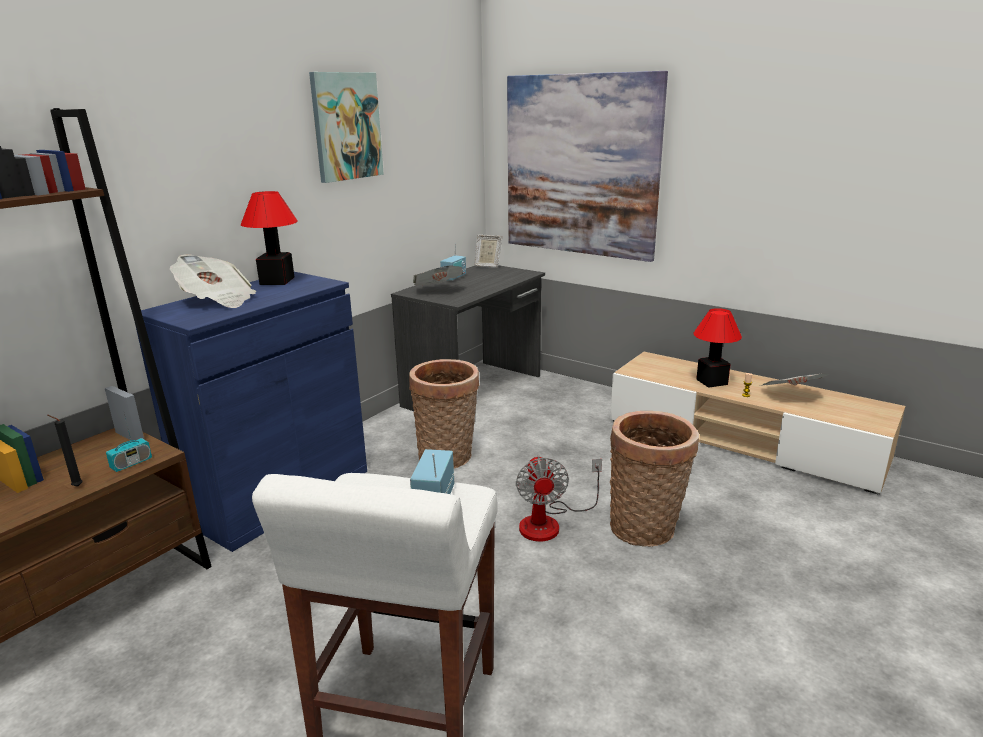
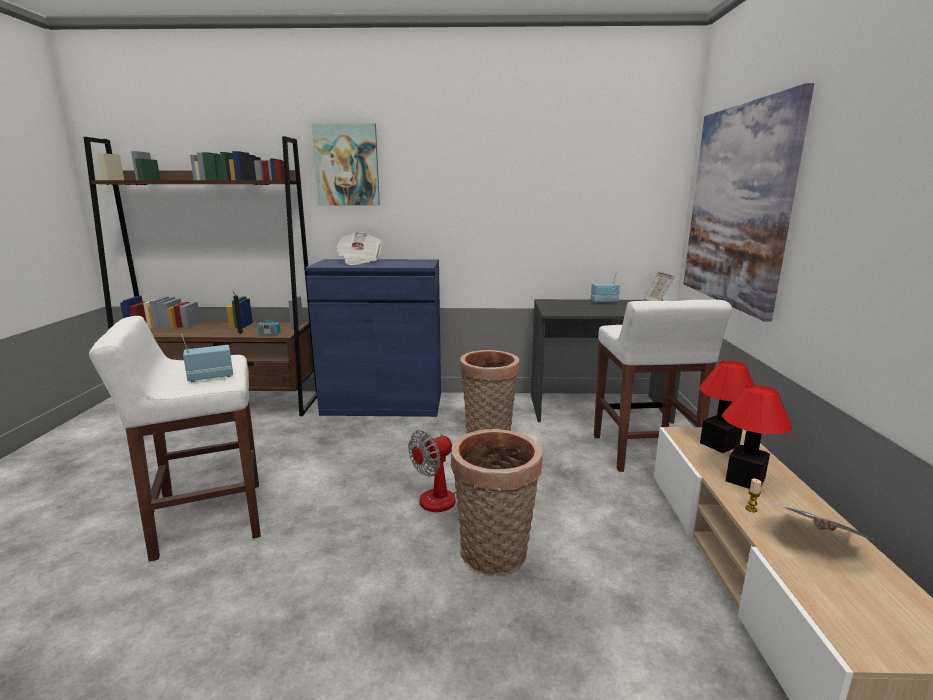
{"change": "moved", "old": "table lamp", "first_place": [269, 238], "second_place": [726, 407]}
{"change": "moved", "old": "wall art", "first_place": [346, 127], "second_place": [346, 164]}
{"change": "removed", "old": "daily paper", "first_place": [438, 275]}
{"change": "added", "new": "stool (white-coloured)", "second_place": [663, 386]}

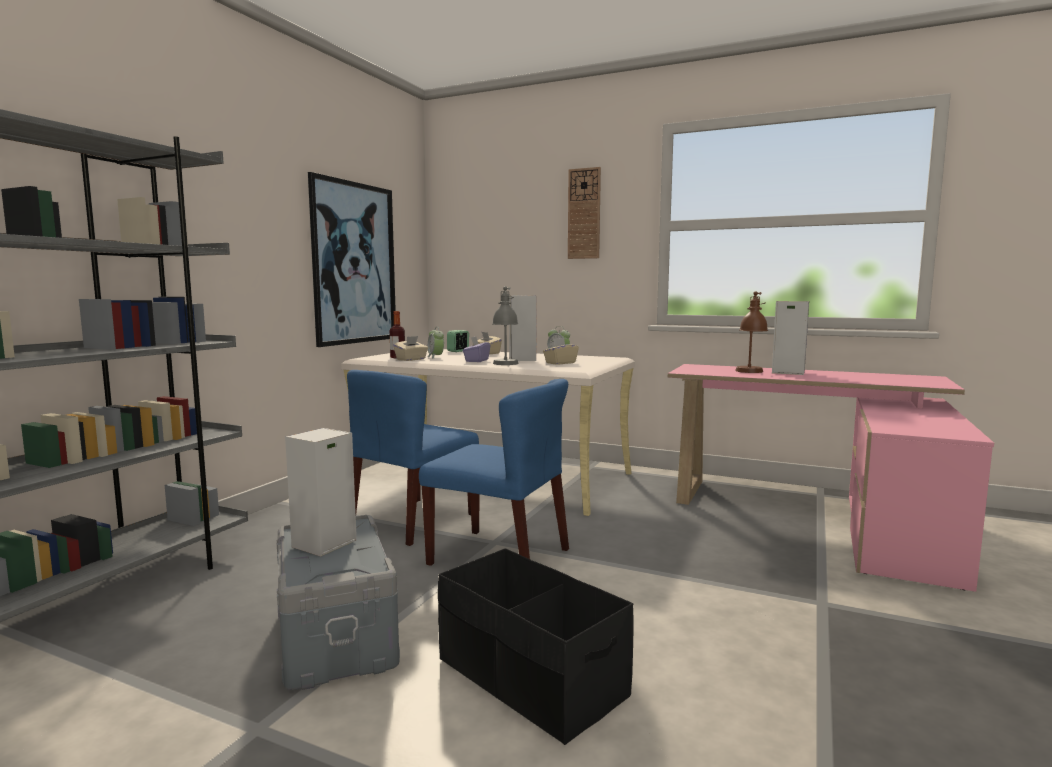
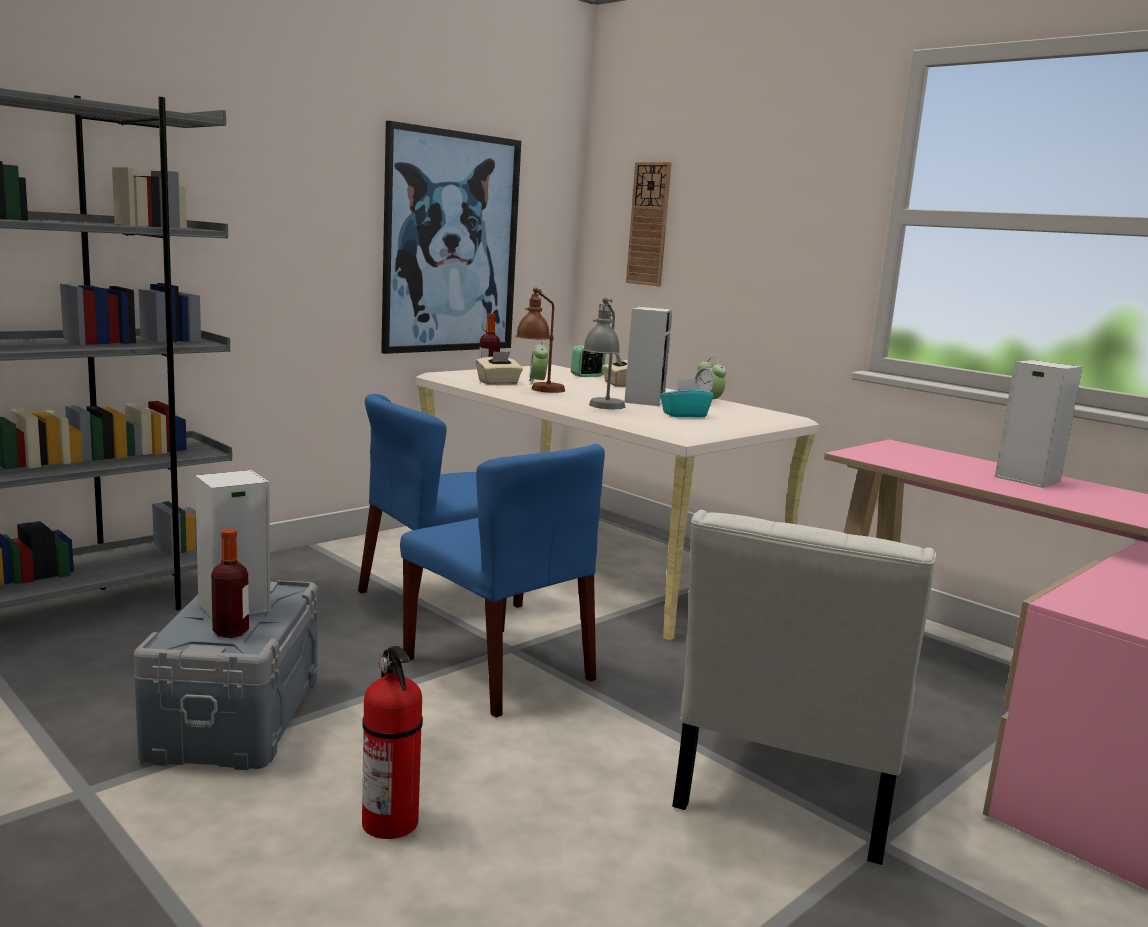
{"change": "replaced", "old": "storage bin (black-coloured)", "new": "extinguisher", "first_place": [536, 646], "second_place": [392, 742]}
{"change": "removed", "old": "tissue box (purple-coloured)", "first_place": [476, 349]}
{"change": "recoloured", "old": "tissue box (beige)", "new": "tissue box (blue-green)", "first_place": [561, 351], "second_place": [686, 397]}
{"change": "moved", "old": "wall clock", "first_place": [584, 213], "second_place": [648, 224]}
{"change": "moved", "old": "table lamp (brown-coloured)", "first_place": [751, 332], "second_place": [540, 340]}
{"change": "added", "new": "drink bottle", "second_place": [230, 583]}
{"change": "added", "new": "chair (white-coloured)", "second_place": [804, 687]}

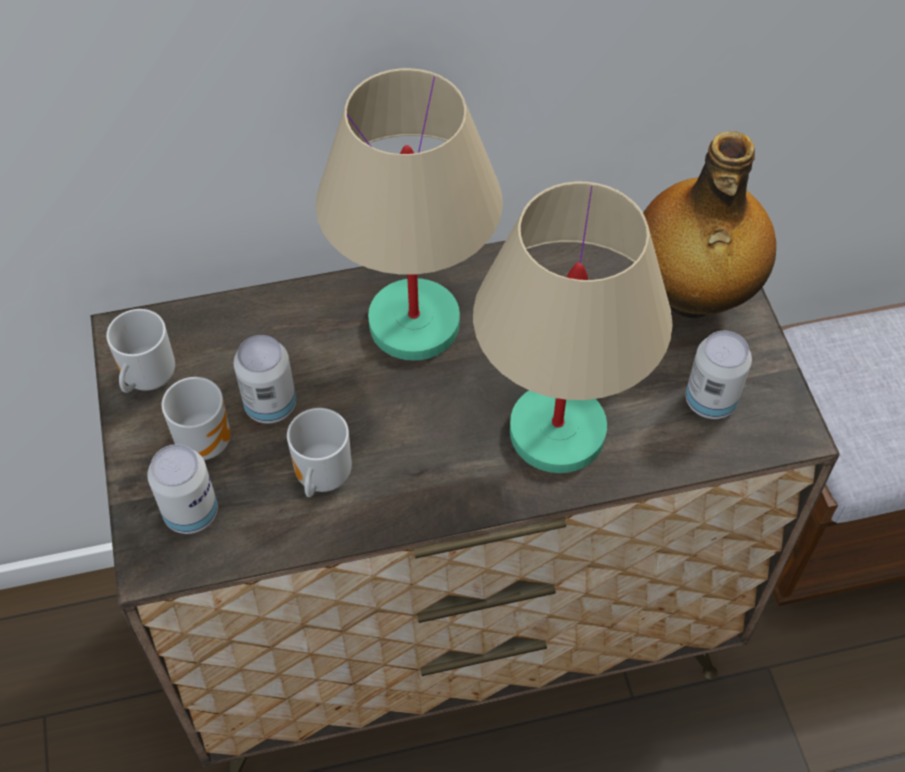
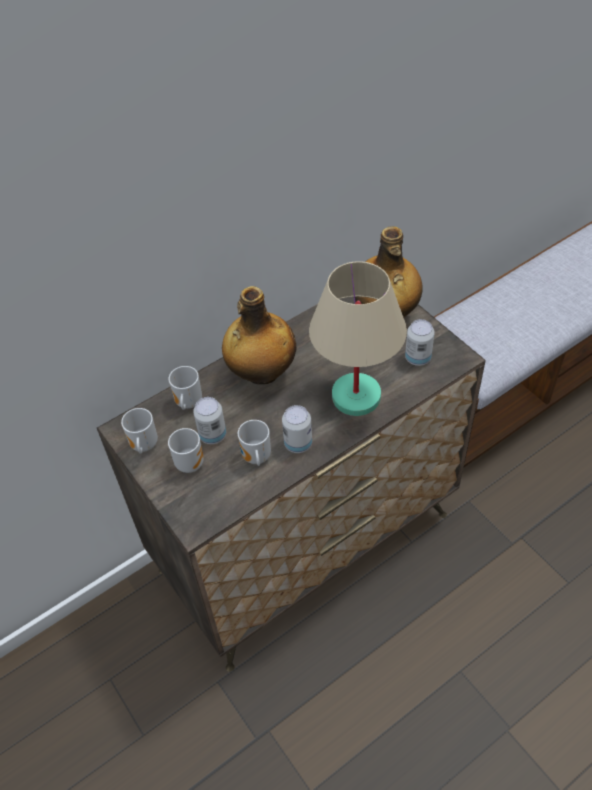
{"change": "moved", "old": "sealed can", "first_place": [182, 489], "second_place": [297, 429]}
{"change": "replaced", "old": "table lamp (beige)", "new": "drink bottle", "first_place": [409, 214], "second_place": [259, 335]}
{"change": "added", "new": "tea mug", "second_place": [185, 388]}

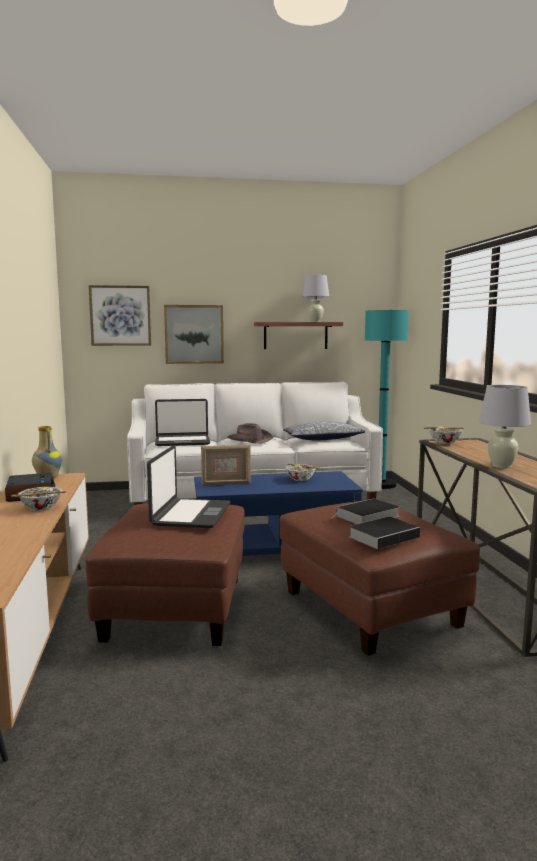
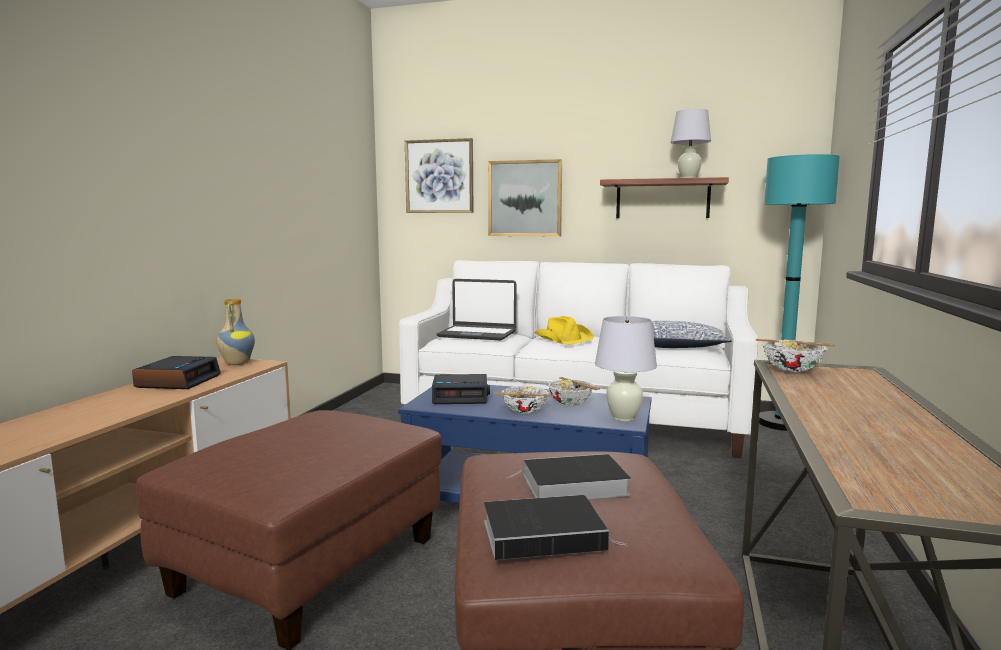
{"change": "moved", "old": "deep dish", "first_place": [38, 499], "second_place": [523, 400]}
{"change": "removed", "old": "laptop", "first_place": [188, 486]}
{"change": "replaced", "old": "picture frame", "new": "bedside clock", "first_place": [226, 465], "second_place": [461, 389]}
{"change": "recoloured", "old": "wearable hat (brown-coloured)", "new": "wearable hat (yellowish)", "first_place": [250, 433], "second_place": [564, 330]}
{"change": "moved", "old": "table lamp (white-coloured)", "first_place": [505, 426], "second_place": [626, 369]}

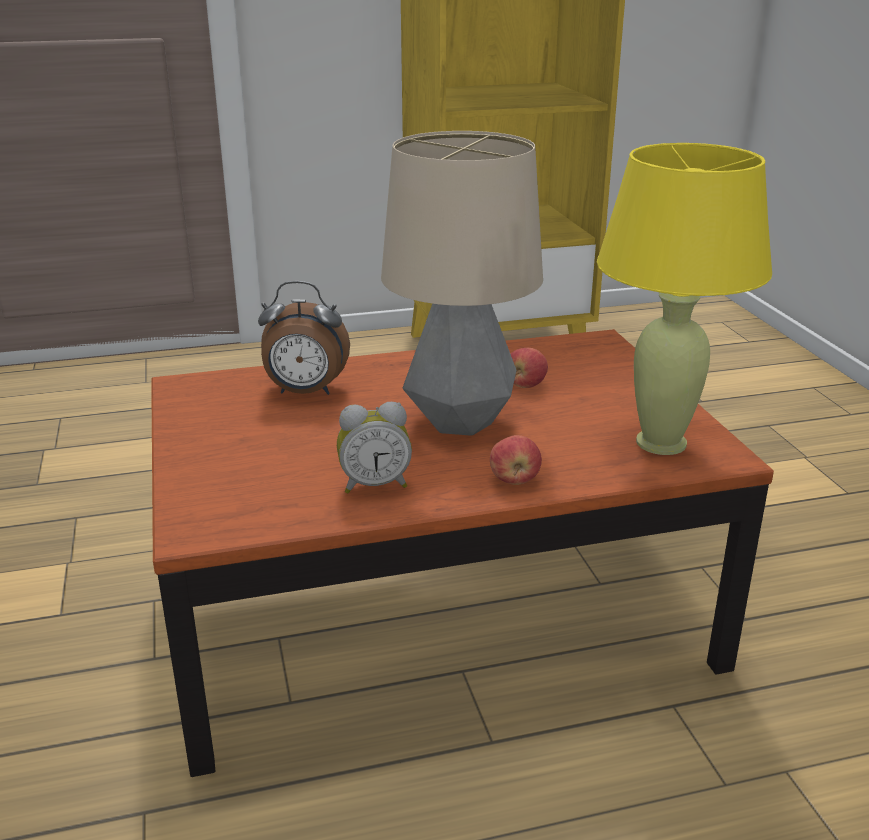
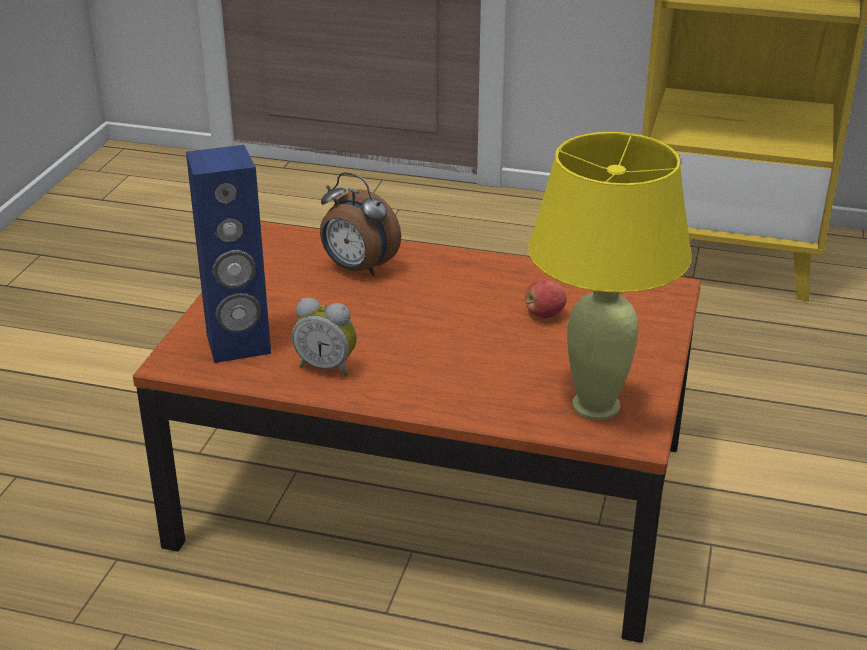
{"change": "removed", "old": "table lamp", "first_place": [462, 283]}
{"change": "removed", "old": "whole apple", "first_place": [516, 460]}
{"change": "added", "new": "loudspeaker (blue-coloured)", "second_place": [228, 254]}

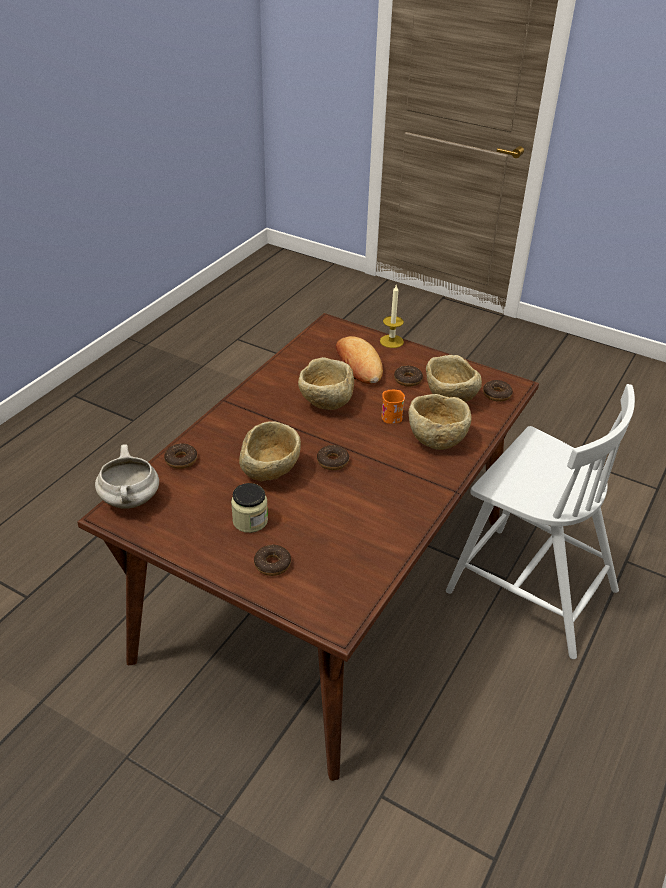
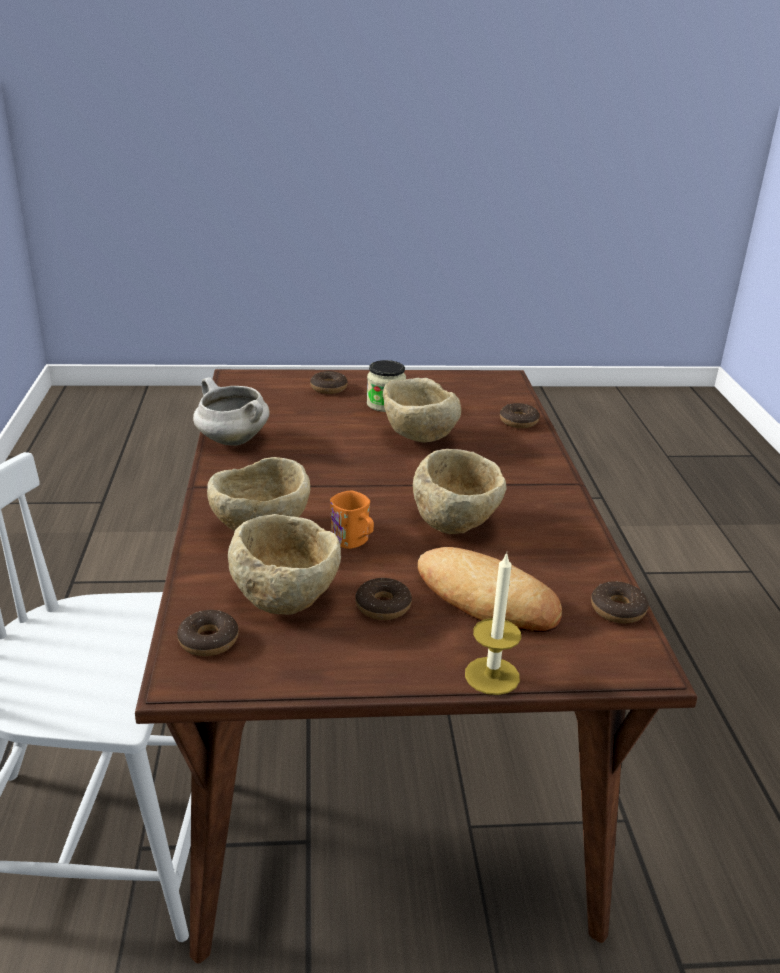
{"change": "moved", "old": "stockpot (white-coloured)", "first_place": [127, 476], "second_place": [231, 411]}
{"change": "moved", "old": "ring doughnut", "first_place": [333, 457], "second_place": [620, 602]}

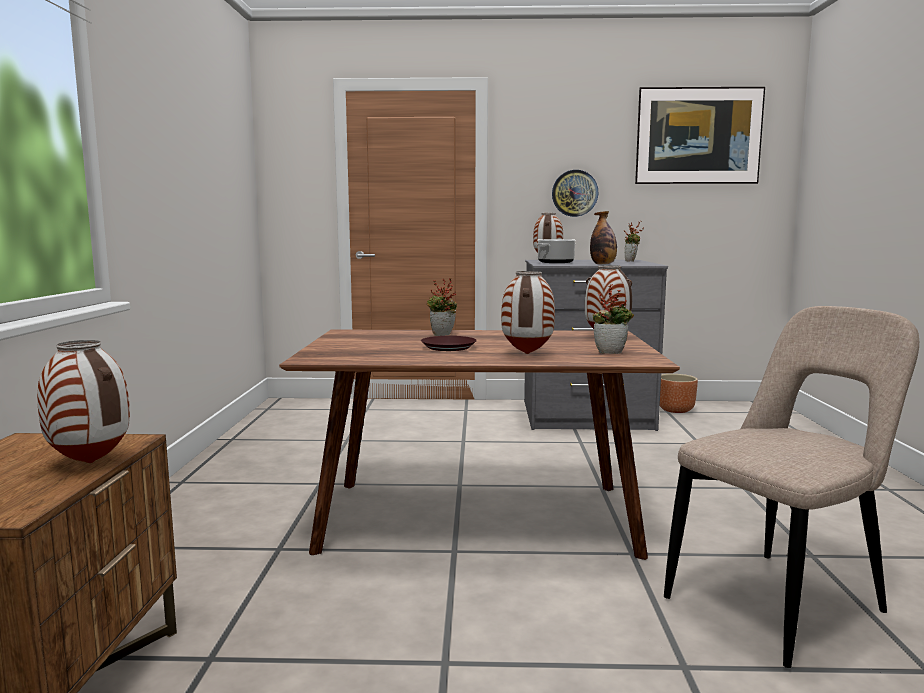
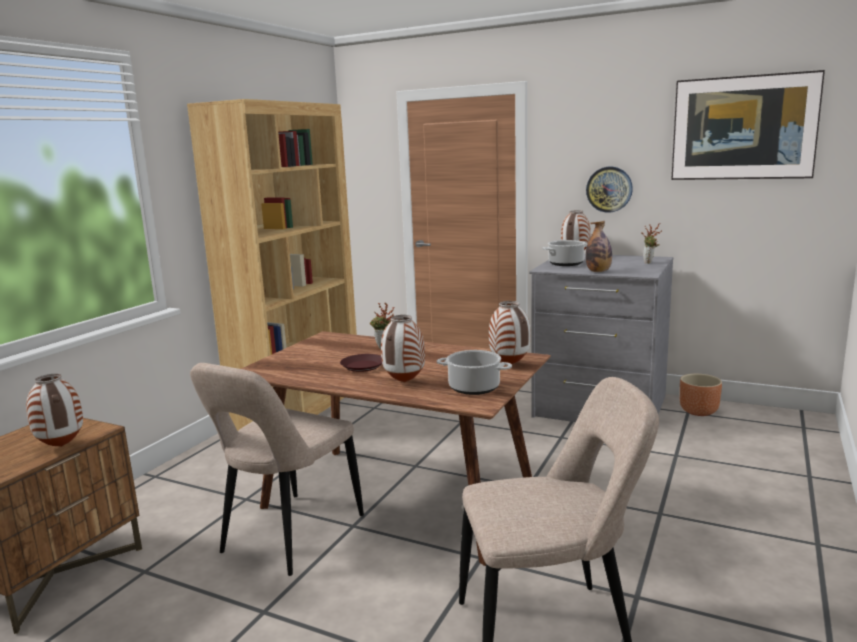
{"change": "replaced", "old": "potted plant", "new": "stockpot", "first_place": [613, 319], "second_place": [474, 372]}
{"change": "added", "new": "bookcase (brown-coloured)", "second_place": [272, 265]}
{"change": "added", "new": "chair (beige)", "second_place": [277, 469]}

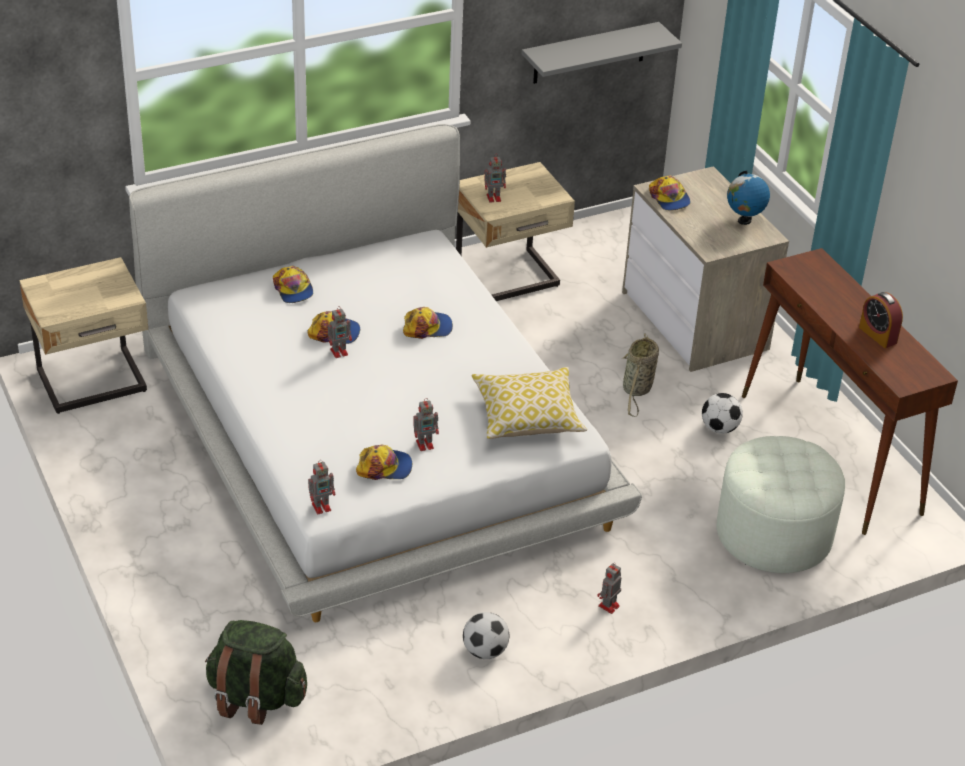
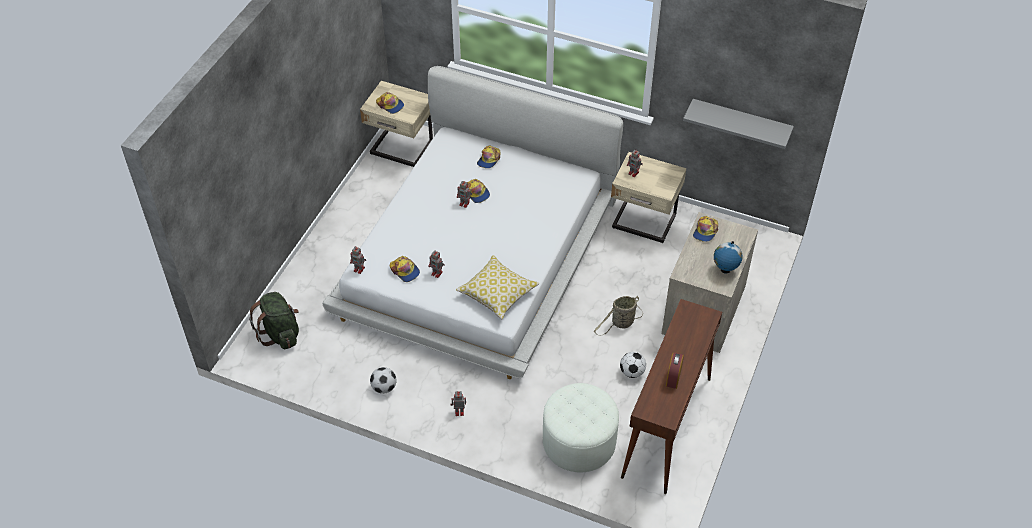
{"change": "moved", "old": "peaked cap", "first_place": [428, 323], "second_place": [390, 103]}

